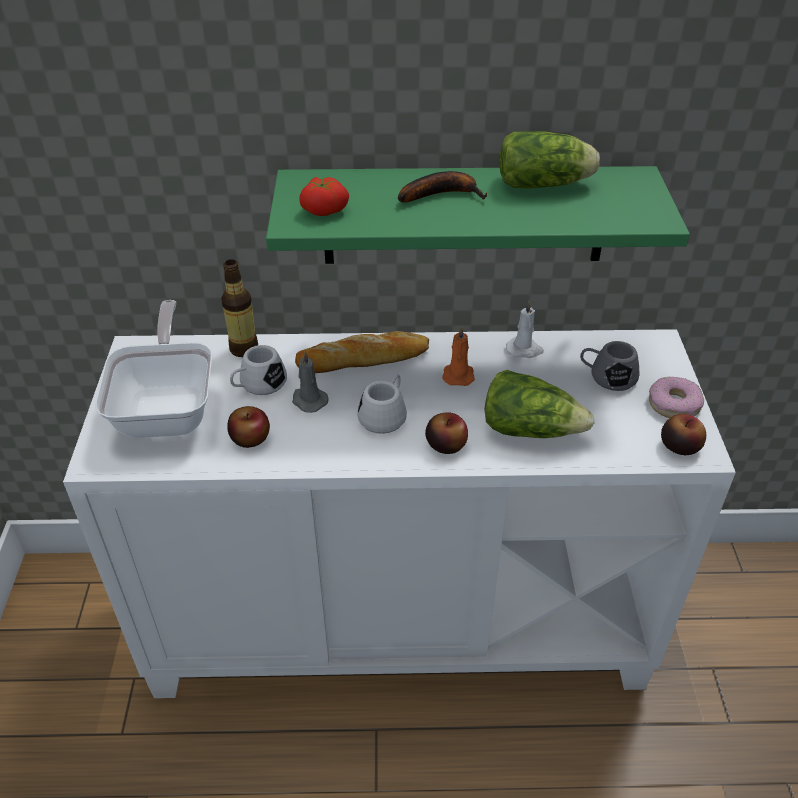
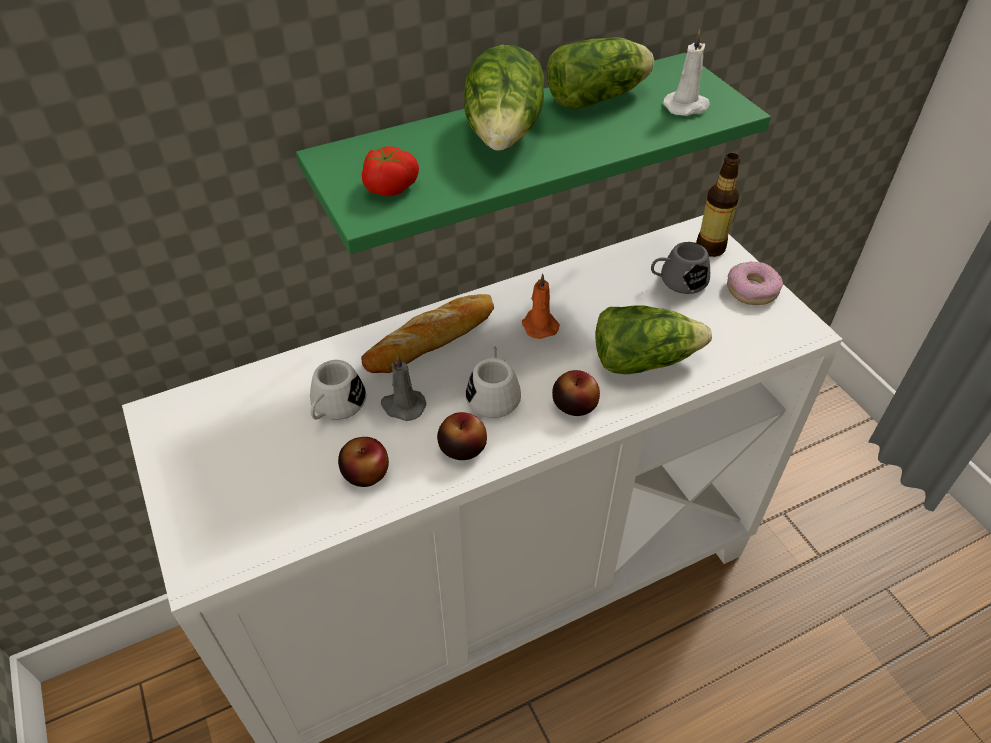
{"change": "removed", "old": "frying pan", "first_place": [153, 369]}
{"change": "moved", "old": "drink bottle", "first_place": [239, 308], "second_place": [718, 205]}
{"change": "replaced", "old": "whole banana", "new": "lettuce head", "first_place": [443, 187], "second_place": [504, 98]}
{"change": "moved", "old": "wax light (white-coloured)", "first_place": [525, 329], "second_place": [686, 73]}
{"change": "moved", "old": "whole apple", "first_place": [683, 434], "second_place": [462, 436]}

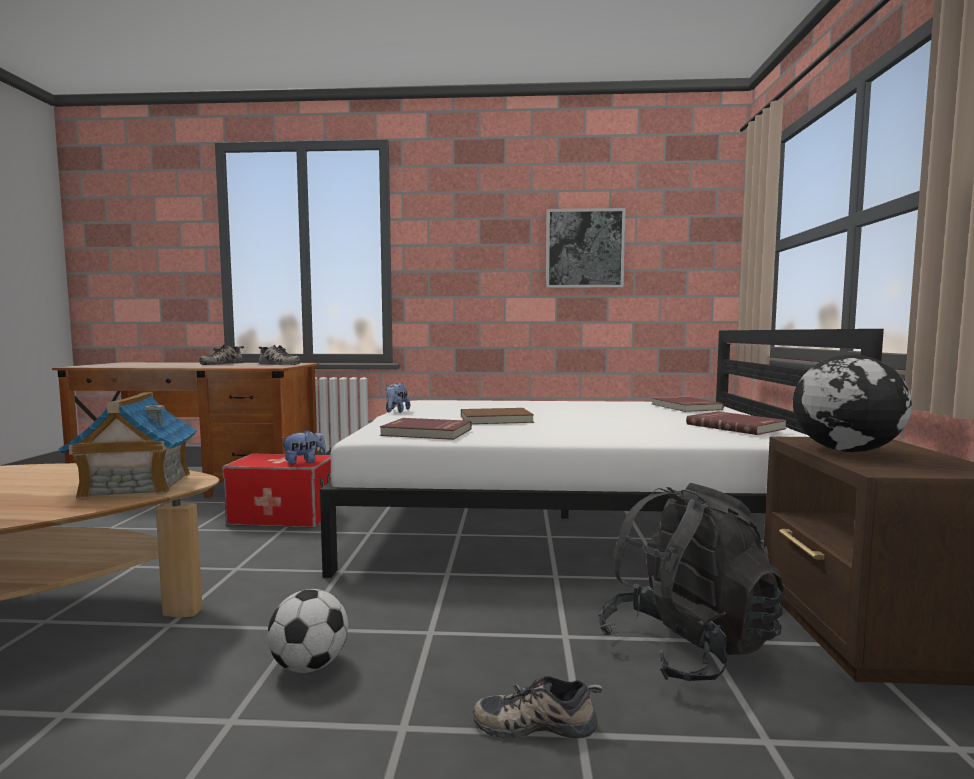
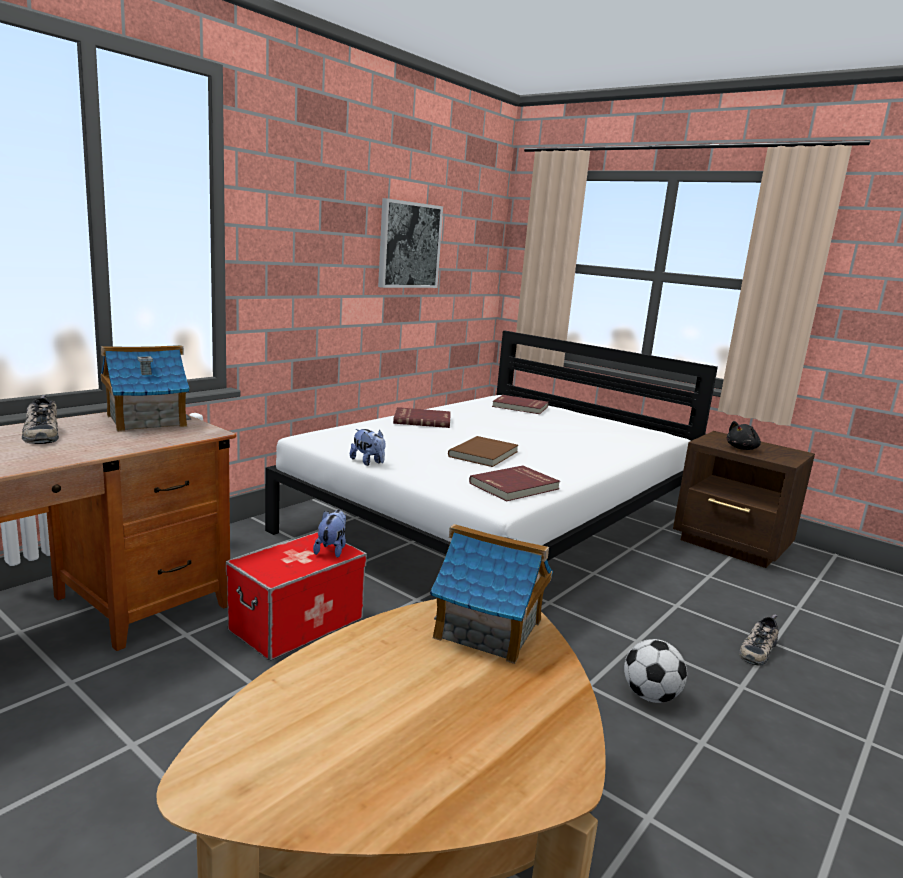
{"change": "replaced", "old": "item of footwear", "new": "model house", "first_place": [279, 355], "second_place": [146, 388]}
{"change": "removed", "old": "rucksack (black-coloured)", "first_place": [691, 582]}
{"change": "moved", "old": "volume (reddish)", "first_place": [736, 423], "second_place": [422, 417]}
{"change": "replaced", "old": "globe", "new": "soft toy (black-coloured)", "first_place": [852, 403], "second_place": [744, 435]}

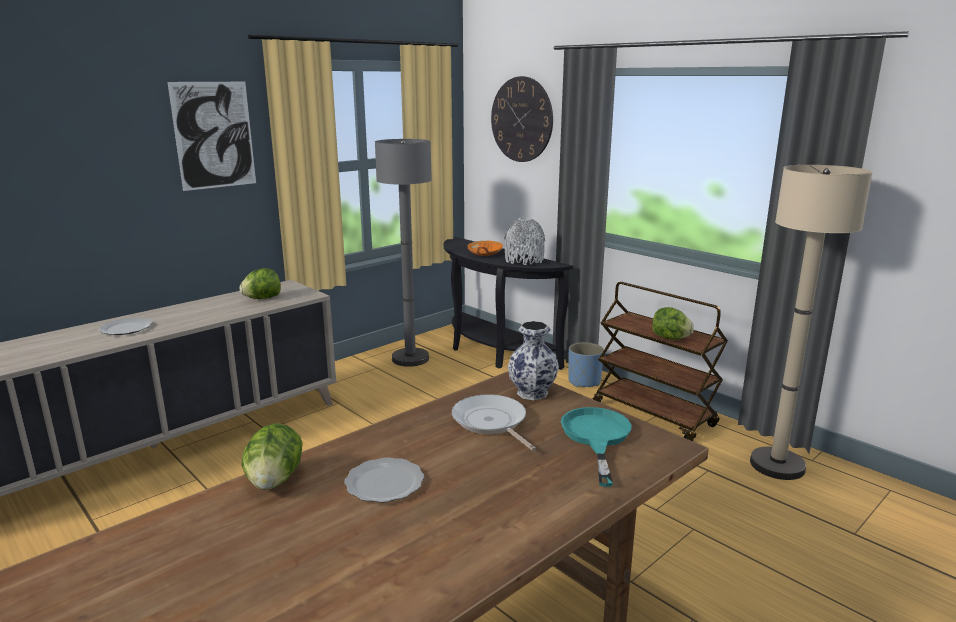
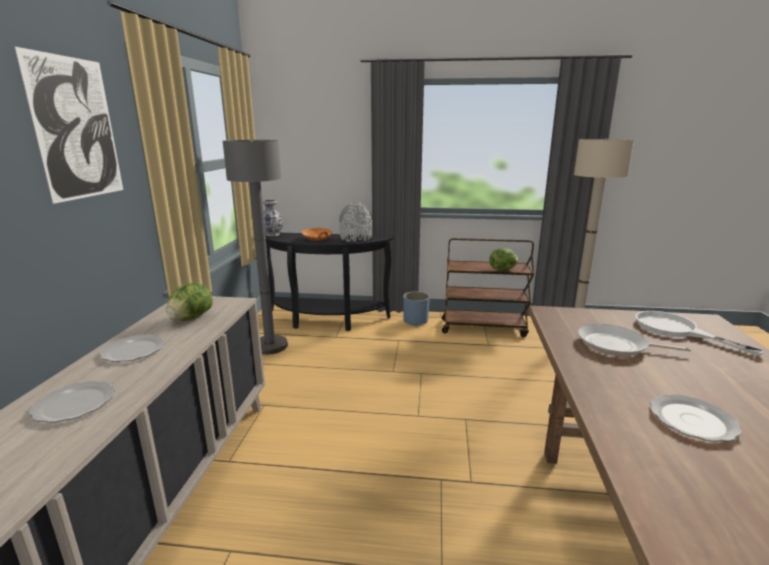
{"change": "removed", "old": "lettuce head", "first_place": [272, 457]}
{"change": "removed", "old": "wall clock", "first_place": [522, 119]}
{"change": "moved", "old": "flower vase", "first_place": [533, 360], "second_place": [272, 218]}
{"change": "recoloured", "old": "frying pan (blue-green)", "new": "frying pan (white-coloured)", "first_place": [596, 447], "second_place": [700, 333]}
{"change": "added", "new": "flat dish", "second_place": [132, 348]}

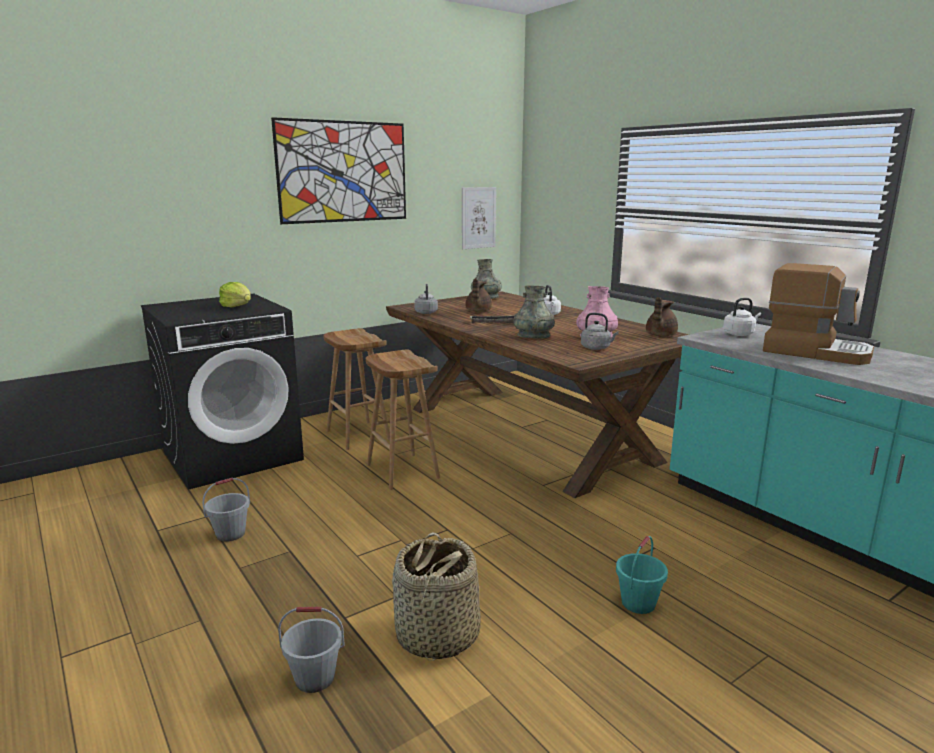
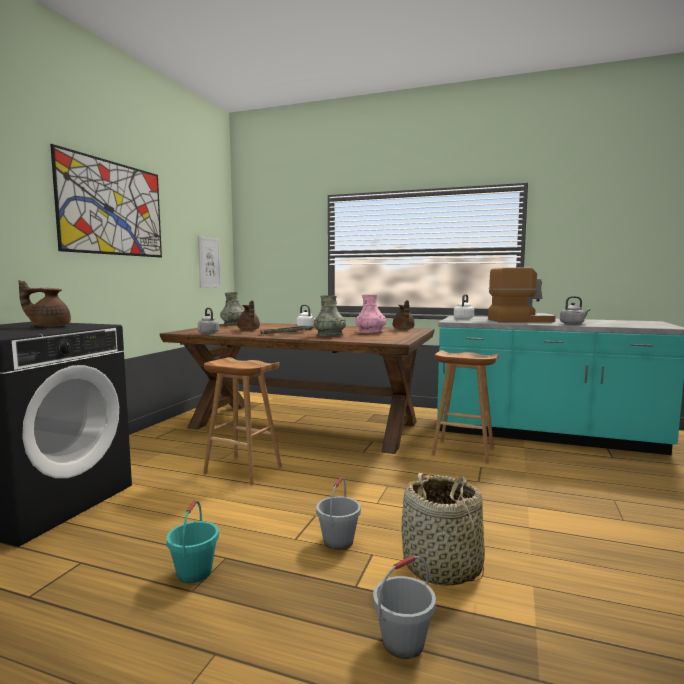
{"change": "moved", "old": "water bucket (gray)", "first_place": [226, 510], "second_place": [338, 513]}
{"change": "replaced", "old": "lettuce head", "new": "pot for tea (brown-coloured)", "first_place": [235, 295], "second_place": [45, 303]}
{"change": "moved", "old": "stool (brown-coloured)", "first_place": [356, 389], "second_place": [465, 406]}
{"change": "moved", "old": "kettle (gray)", "first_place": [600, 331], "second_place": [575, 310]}
{"change": "moved", "old": "water bucket (blue-green)", "first_place": [642, 575], "second_place": [192, 541]}

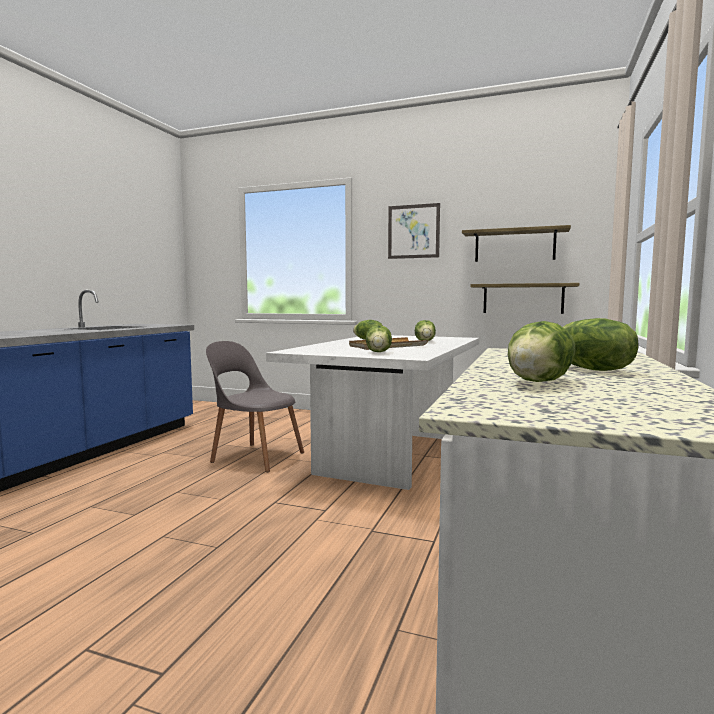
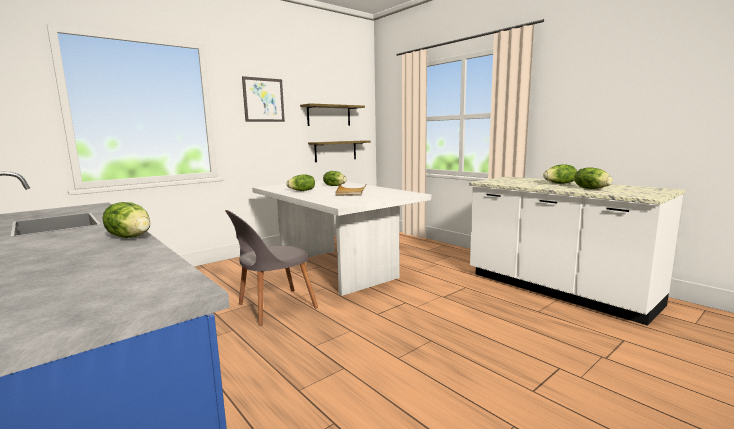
{"change": "moved", "old": "lettuce head", "first_place": [379, 338], "second_place": [126, 220]}

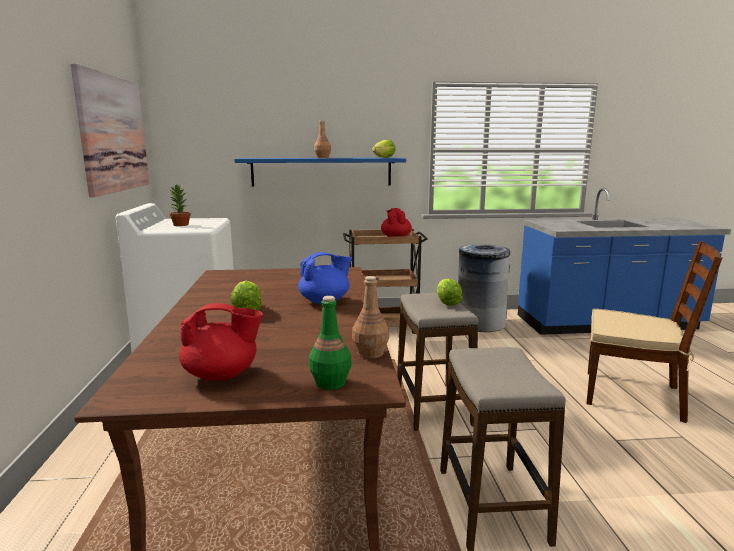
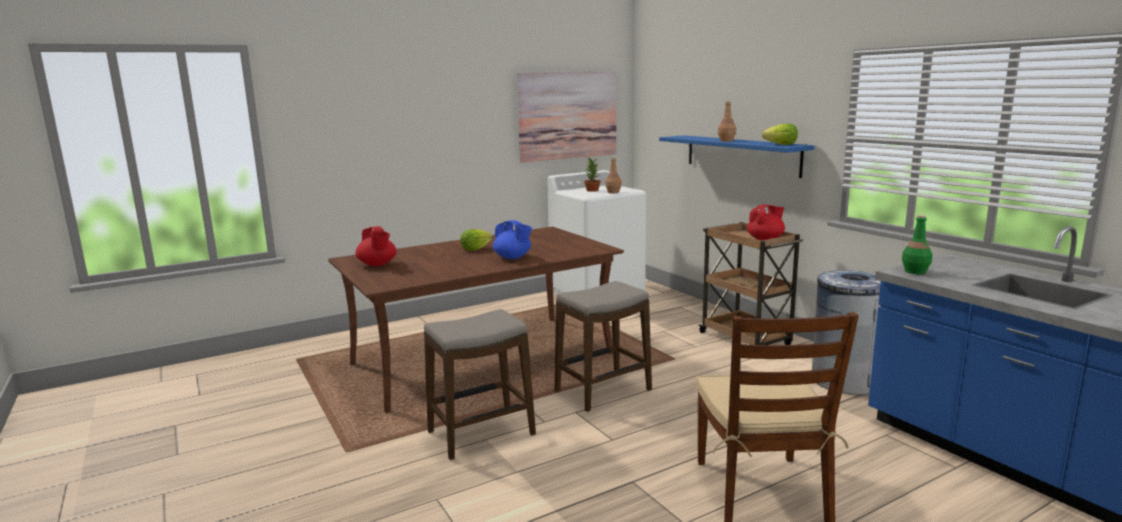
{"change": "moved", "old": "drink bottle (green)", "first_place": [330, 343], "second_place": [917, 244]}
{"change": "moved", "old": "drink bottle (brown-coloured)", "first_place": [370, 317], "second_place": [613, 175]}
{"change": "removed", "old": "lettuce head", "first_place": [449, 292]}

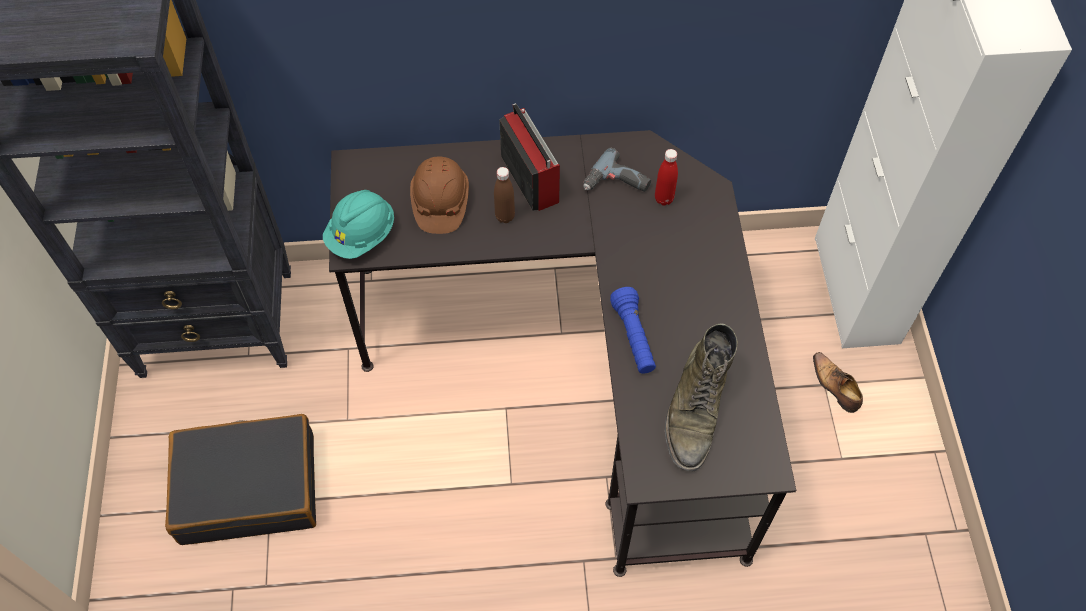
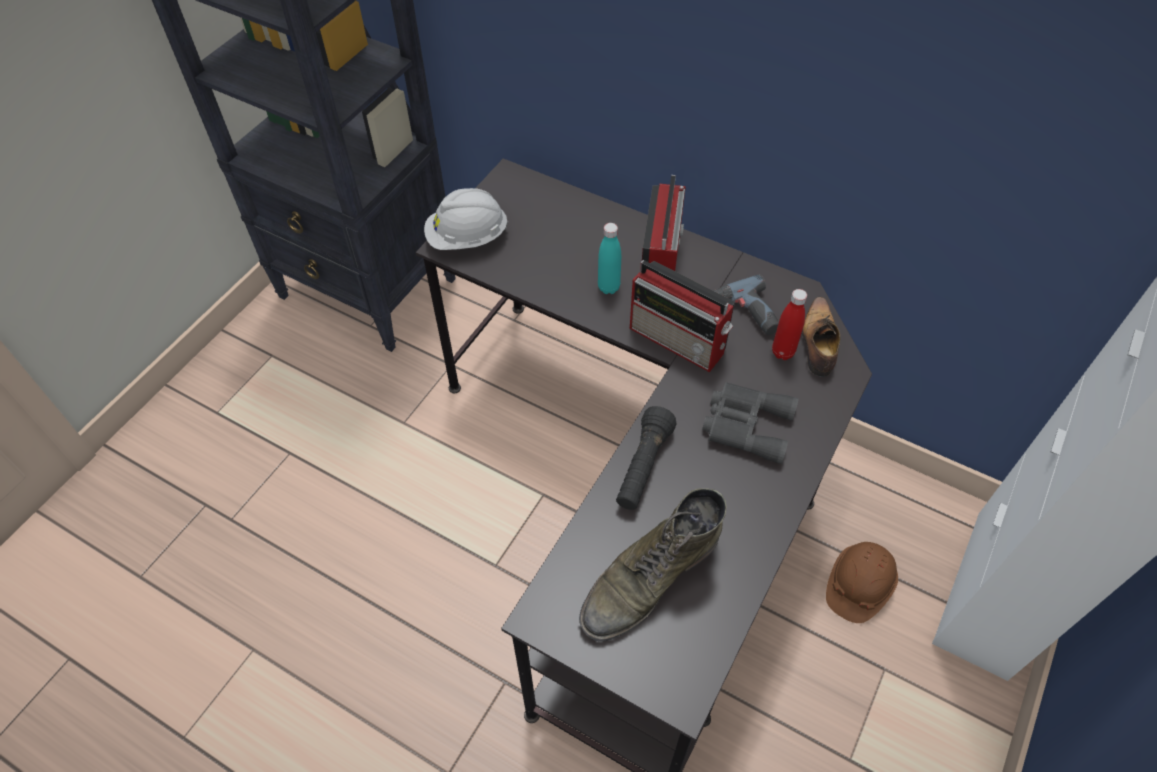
{"change": "removed", "old": "suitcase (black-coloured)", "first_place": [240, 479]}
{"change": "recoloured", "old": "work helmet (blue-green)", "new": "work helmet (white-coloured)", "first_place": [358, 224], "second_place": [466, 219]}
{"change": "moved", "old": "work helmet (brown-coloured)", "first_place": [439, 195], "second_place": [862, 582]}
{"change": "recoloured", "old": "drink bottle (brown-coloured)", "new": "drink bottle (blue-green)", "first_place": [504, 195], "second_place": [609, 258]}
{"change": "recoloured", "old": "hand torch (blue-coloured)", "new": "hand torch (black-coloured)", "first_place": [633, 330], "second_place": [646, 458]}
{"change": "moved", "old": "item of footwear", "first_place": [838, 382], "second_place": [821, 337]}
{"change": "added", "new": "radio set", "second_place": [682, 316]}
{"change": "added", "new": "binoculars (gray)", "second_place": [750, 423]}

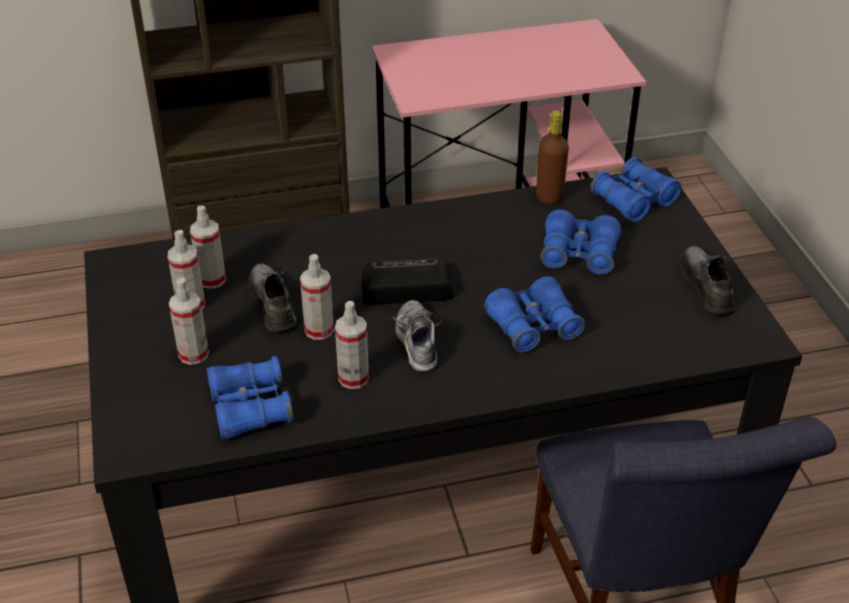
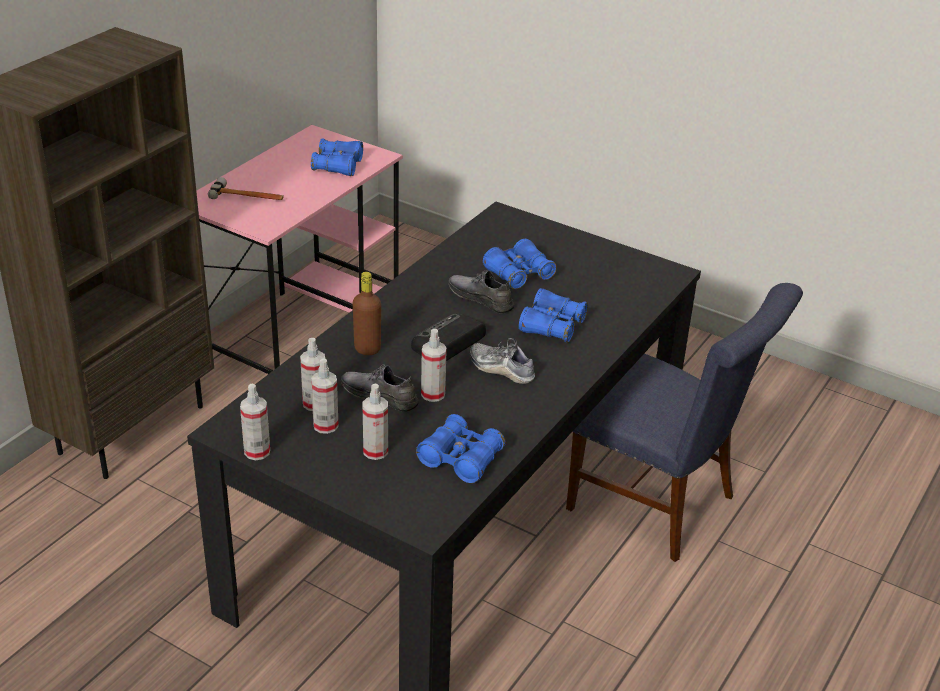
{"change": "moved", "old": "hand sprayer", "first_place": [352, 345], "second_place": [255, 422]}
{"change": "moved", "old": "drink bottle (brown-coloured)", "first_place": [552, 157], "second_place": [367, 313]}
{"change": "moved", "old": "binoculars (blue-coloured)", "first_place": [635, 189], "second_place": [337, 157]}
{"change": "moved", "old": "item of footwear (gray)", "first_place": [708, 281], "second_place": [481, 292]}
{"change": "added", "new": "hammer", "second_place": [246, 188]}

